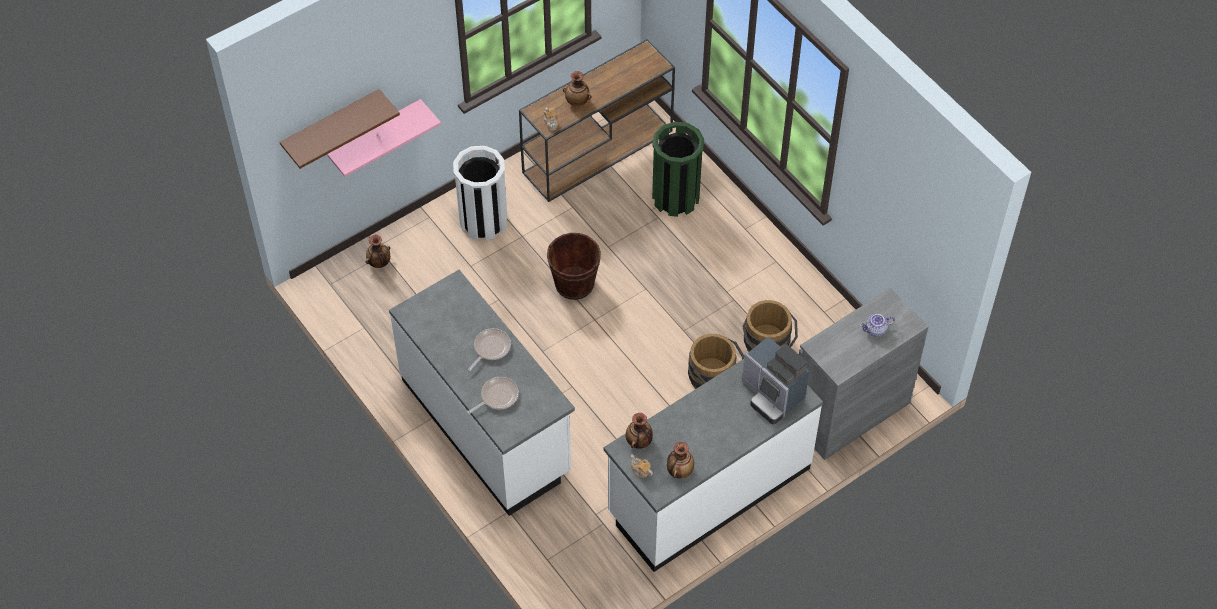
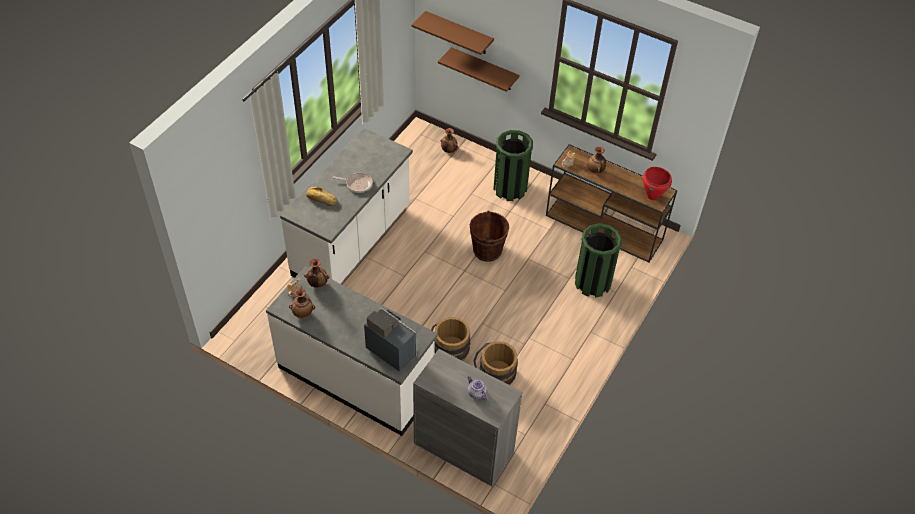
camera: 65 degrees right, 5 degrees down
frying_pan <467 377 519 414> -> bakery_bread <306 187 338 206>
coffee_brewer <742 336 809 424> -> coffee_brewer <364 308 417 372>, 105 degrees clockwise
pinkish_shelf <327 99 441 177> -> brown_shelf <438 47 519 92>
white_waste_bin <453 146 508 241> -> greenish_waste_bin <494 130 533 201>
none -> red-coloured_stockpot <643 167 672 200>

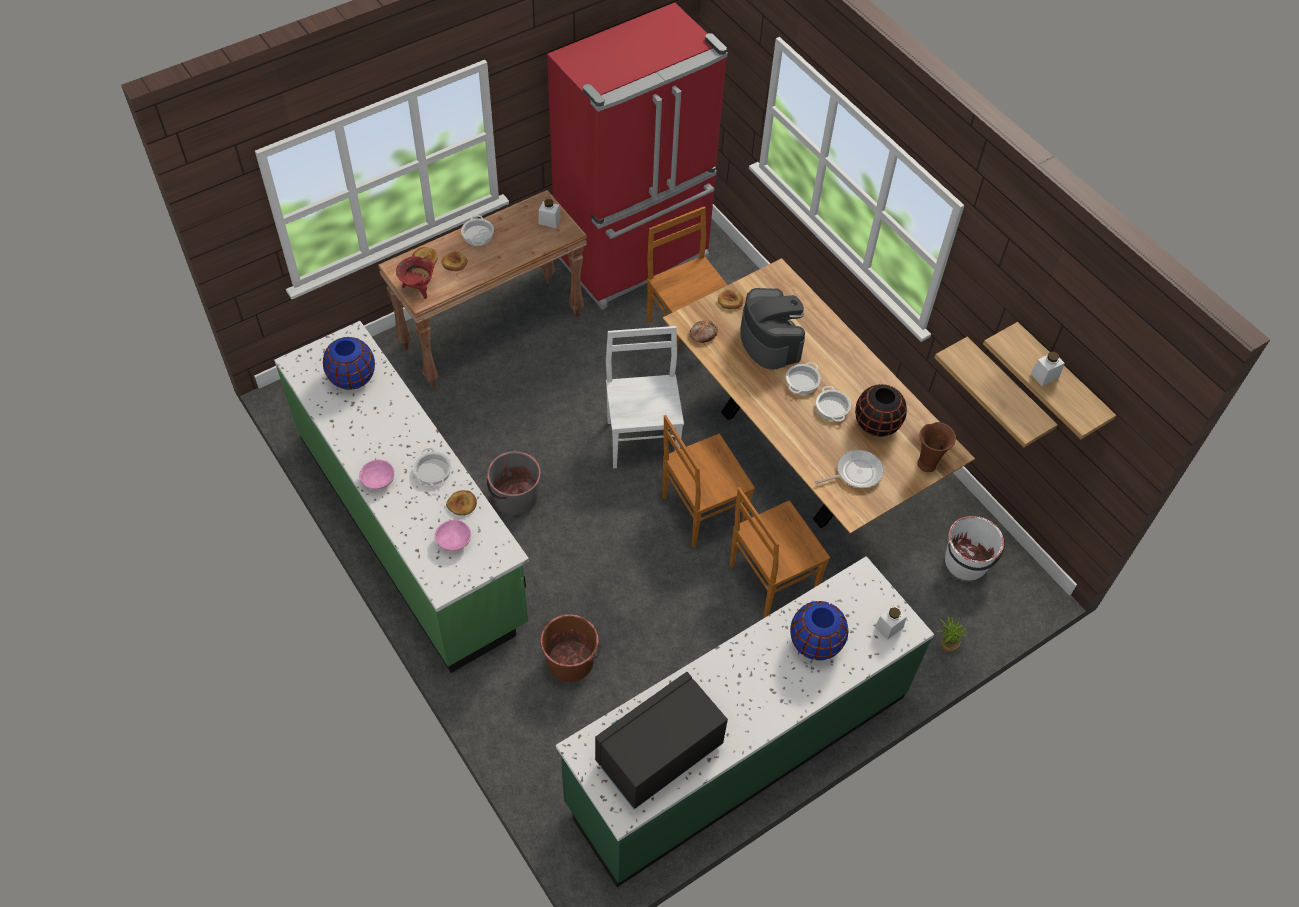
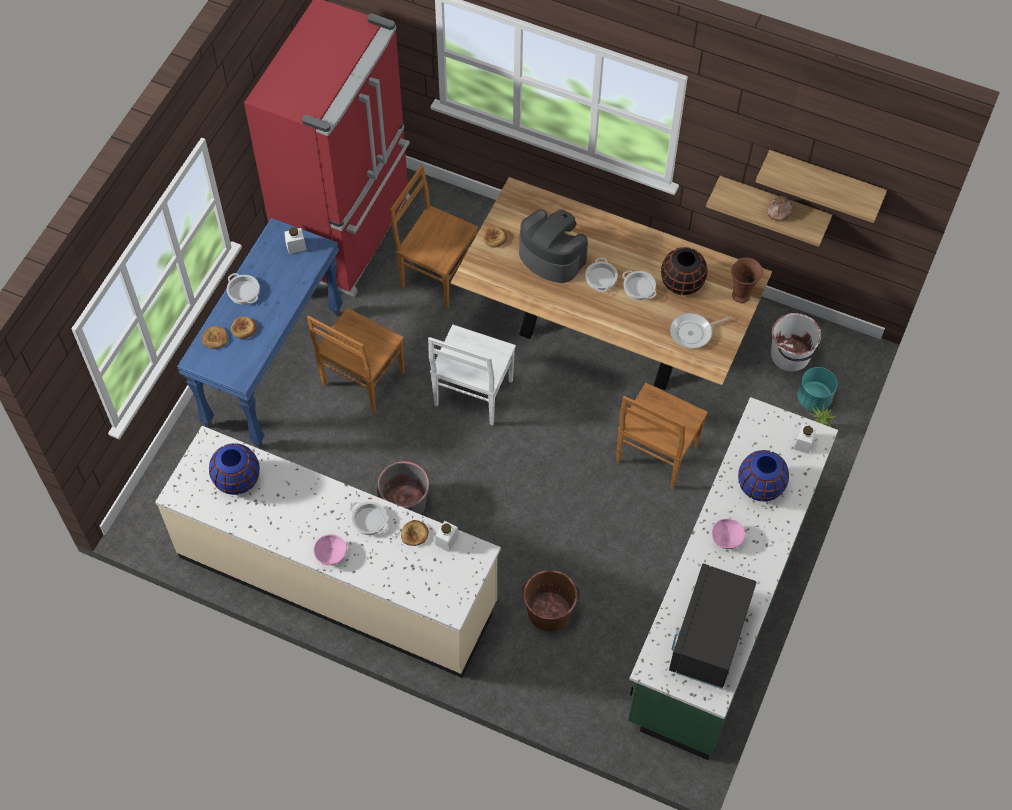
camera: 30 degrees left, 5 degrees up
greenish_kitchen_counter <274 321 529 673> -> sand-coloured_kitchen_counter <155 426 501 678>
brown_console_table <378 190 587 388> -> blue-coloured_console_table <177 218 343 449>
brown_chair <662 415 755 548> -> brown_chair <307 308 405 413>, relocated
white_chair <606 326 684 468> -> white_chair <428 324 516 425>, 120 degrees counterclockwise
white_storage_jar <1031 352 1065 386> -> white_storage_jar <435 521 459 552>, relocated
frying_pan <815 450 884 488> -> frying_pan <670 313 732 349>, 150 degrees counterclockwise
pinkish_serving_bowl <435 520 471 551> -> pinkish_serving_bowl <712 519 745 549>, relocated
bakery_bread <689 320 718 343> -> bakery_bread <768 196 793 221>, relocated
none -> turquoise_flower_pot <797 367 837 411>
red-coloured_stockpot <396 256 435 299> -> none

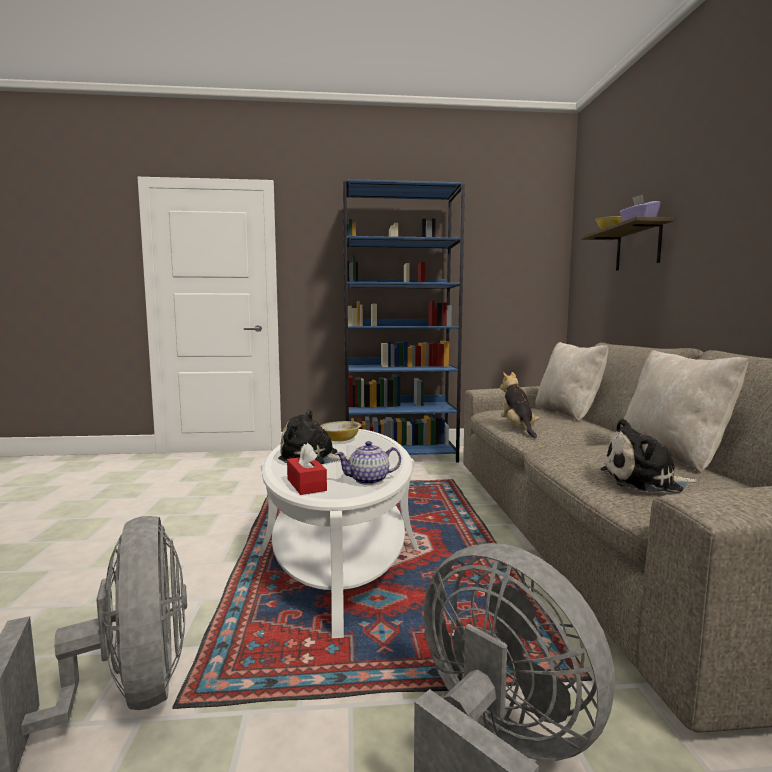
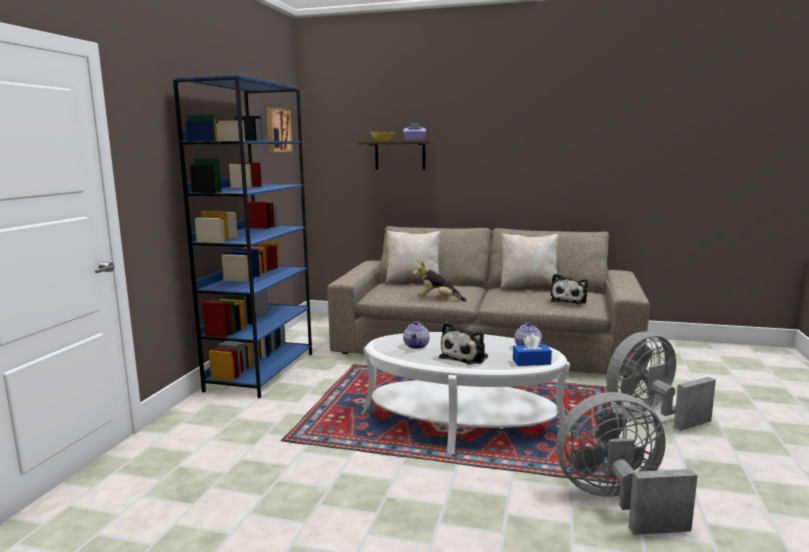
camera: 70 degrees left, 5 degrees up
none -> wall_art <266 108 293 152>
serving_bowl <320 421 362 442> -> teapot <403 321 429 349>
red-coloured_tissue_box <287 443 327 495> -> blue-coloured_tissue_box <513 334 552 366>

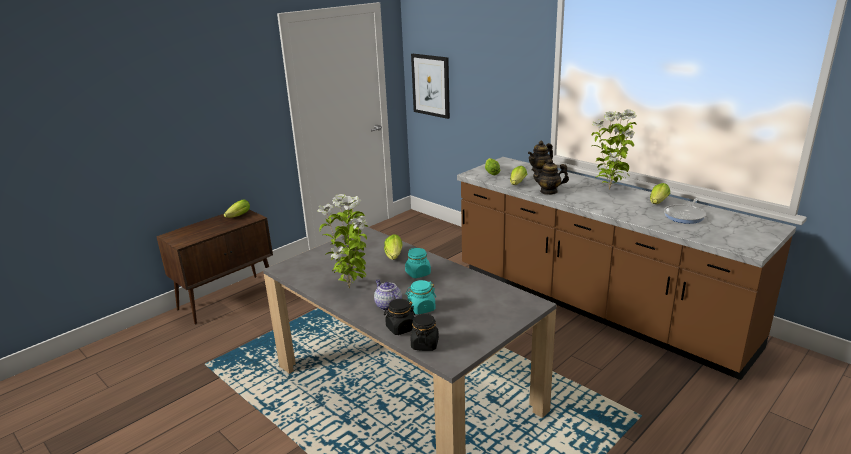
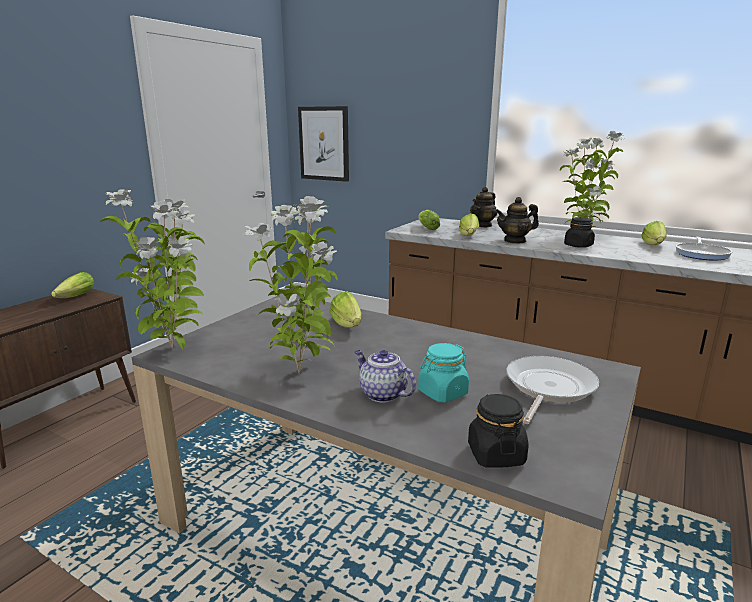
camera: 15 degrees left, 5 degrees down
none -> houseplant <100 189 205 350>
none -> frying_pan <507 356 599 424>
black-coloured_storage_jar <384 299 415 335> -> black-coloured_storage_jar <564 217 595 248>, relocated
turquoise_storage_jar <405 248 431 278> -> none

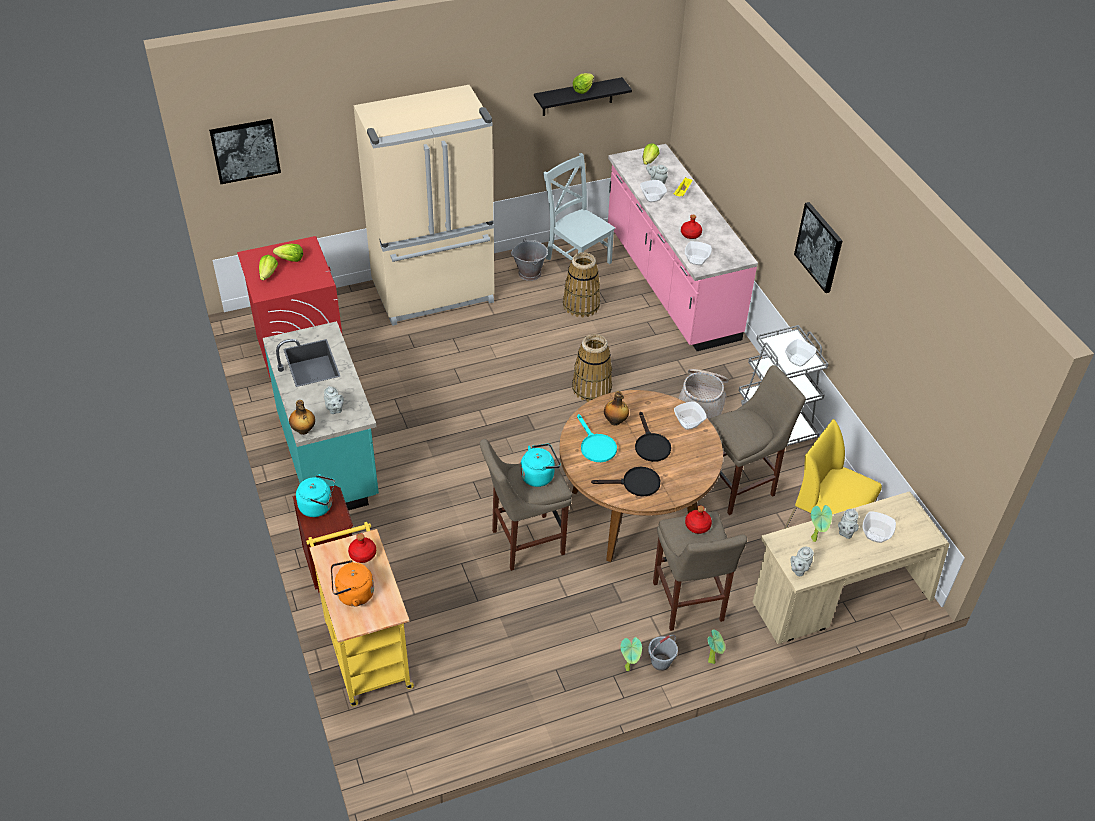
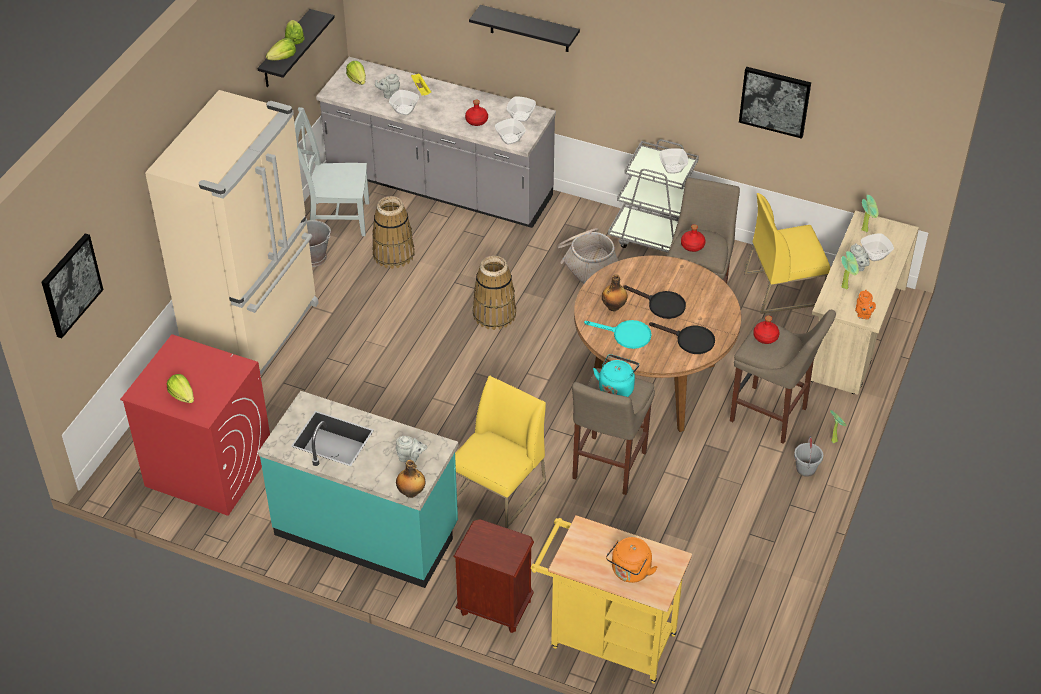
camera: 45 degrees left, 0 degrees up
lettuce_head <273 244 303 262> -> lettuce_head <266 38 296 60>, relocated
pinkish_kitchen_counter <608 144 758 351> -> gray_kitchen_counter <316 57 556 228>
none -> yellowish_chair <455 375 546 528>
none -> black-coloured_shelf <469 5 580 52>
serving_bowl <674 402 707 430> -> serving_bowl <507 96 536 122>, relocated
black-coloured_frying_pan <591 467 660 497> -> black-coloured_frying_pan <649 322 715 354>, 75 degrees clockwise
red-coloured_beverage_bottle <348 533 376 563> -> red-coloured_beverage_bottle <681 224 705 252>, relocated
wall_art <794 202 843 293> -> wall_art <739 67 811 139>, relocated
gray_teapot <790 547 814 576> -> orangey_teapot <855 290 876 320>
houseplant <620 637 642 671> -> houseplant <861 195 878 232>, relocated
turquoise_tea_kettle <296 474 335 517> -> none

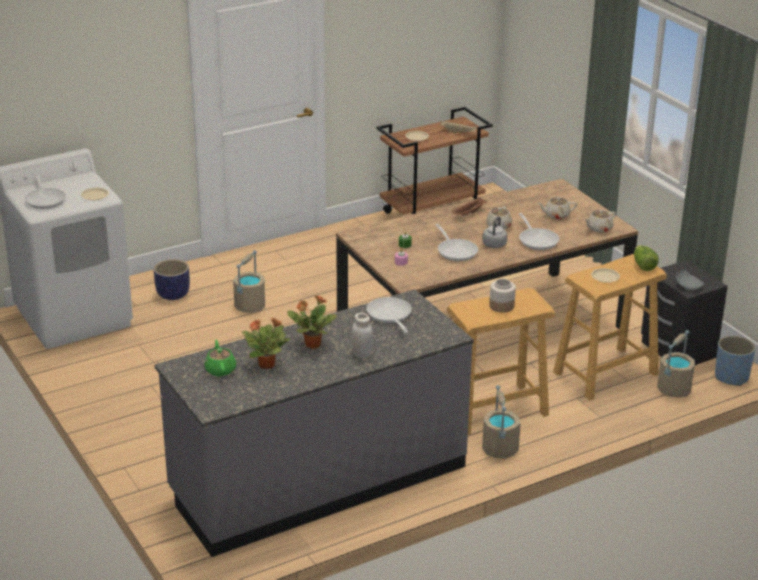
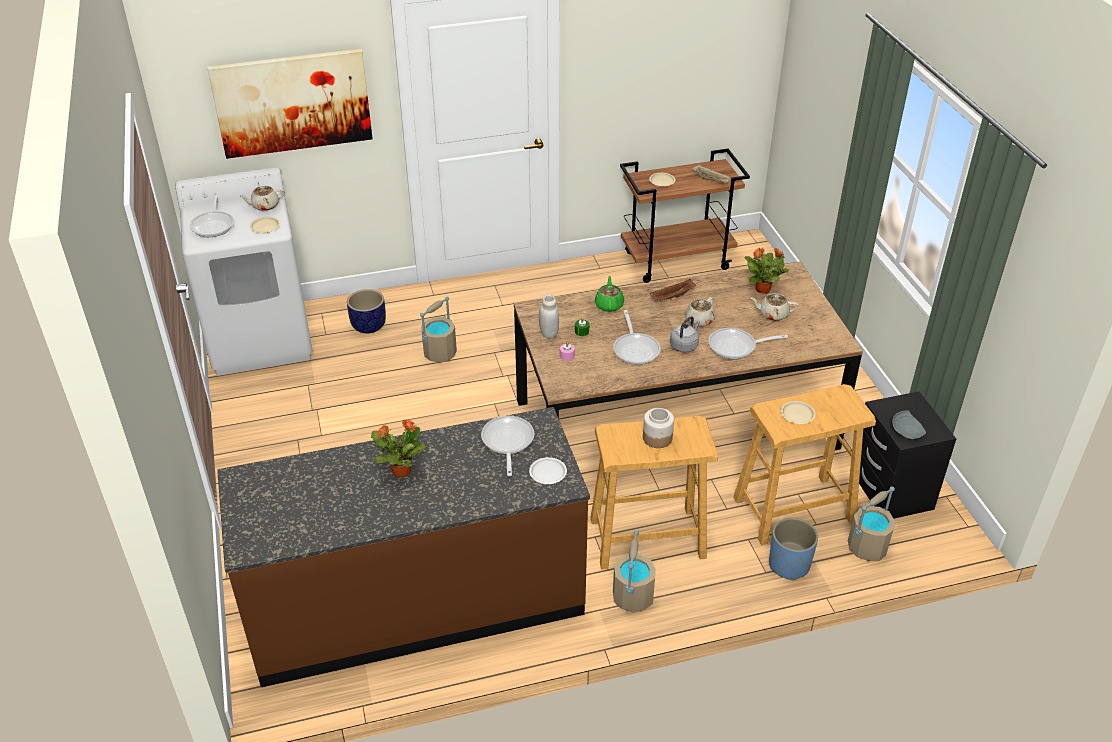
camera: 15 degrees right, 10 degrees up
none -> wall_art <207 49 373 159>
gray_kitchen_counter <155 289 474 557> -> brown_kitchen_counter <217 407 590 687>
sand-coloured_teapot <585 210 616 233> -> sand-coloured_teapot <239 186 285 211>, relocated
none -> white_flat_dish <529 457 567 484>
white_storage_jar <351 313 373 358> -> white_storage_jar <539 294 559 339>, relocated
greenish_teapot <204 340 236 376> -> greenish_teapot <595 276 624 312>, relocated
frying_pan <519 213 559 250> -> frying_pan <708 328 788 359>, 90 degrees clockwise
houseplant <241 318 290 369> -> houseplant <744 248 789 294>, relocated
blue-coloured_flower_pot <715 336 756 386> -> blue-coloured_flower_pot <769 517 818 580>, relocated
lettuce_head <634 245 659 271> -> none

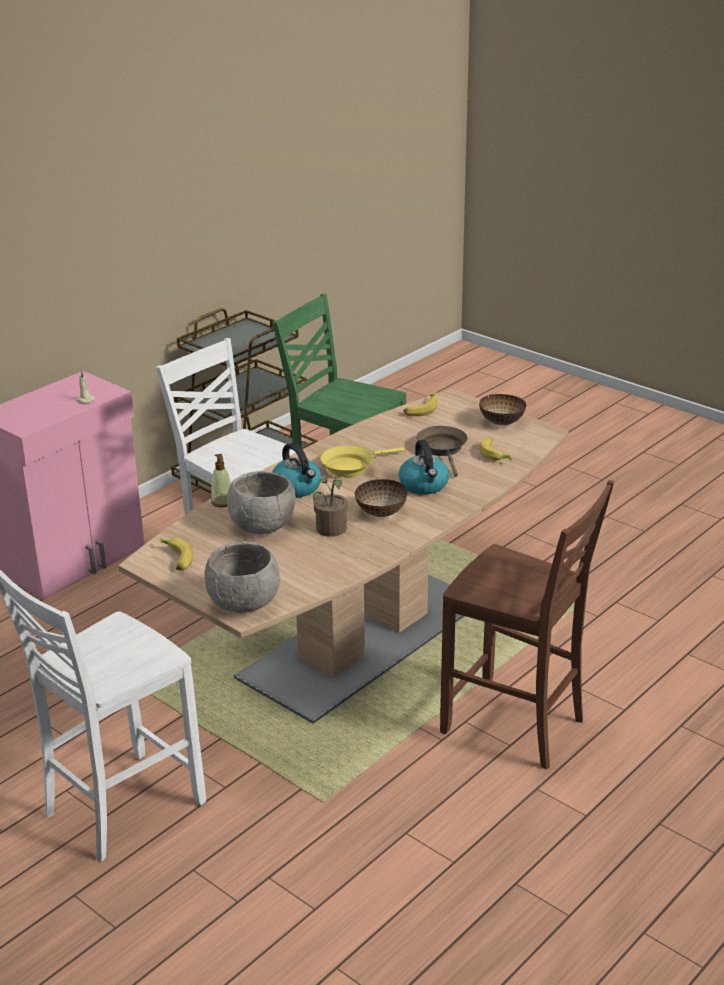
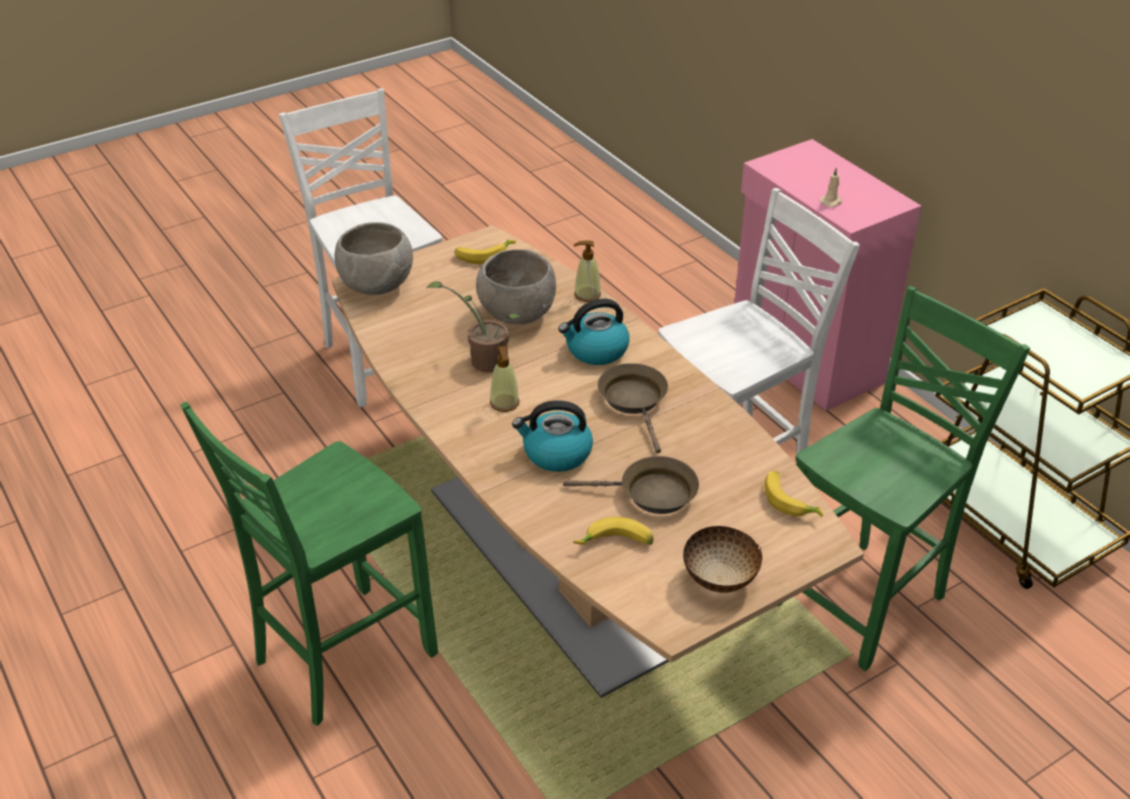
camera: 105 degrees right, 10 degrees up
brown_chair <440 480 614 769> -> greenish_chair <180 402 438 726>
serving_bowl <355 479 407 517> -> soap_bottle <490 346 519 412>
yellowish_frying_pan <320 446 405 477> -> brown_frying_pan <598 363 668 453>

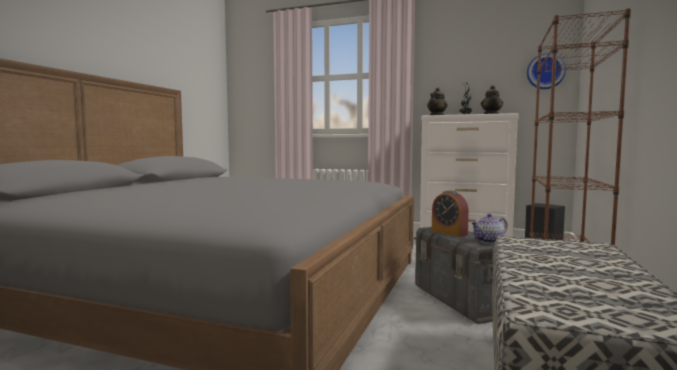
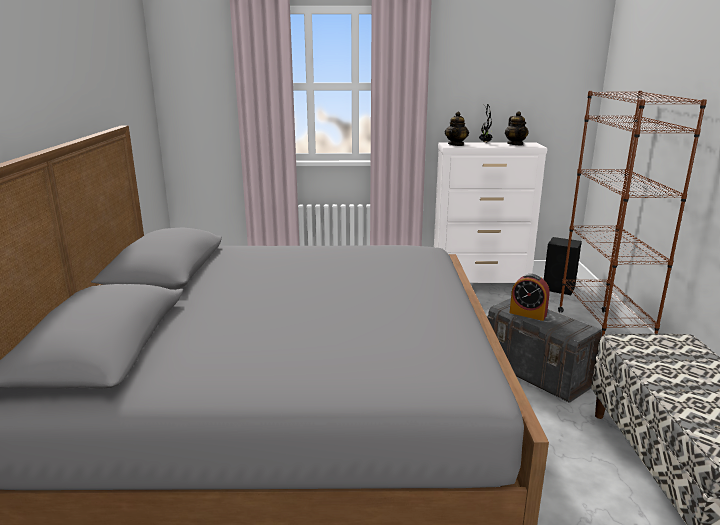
camera: 20 degrees left, 15 degrees up
teapot <471 214 508 244> -> none
wall_clock <527 53 566 89> -> none

